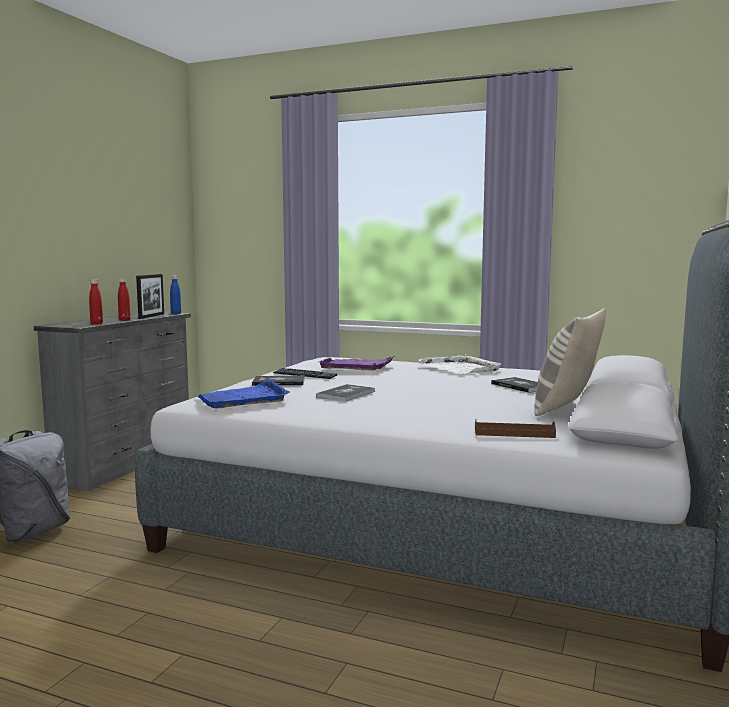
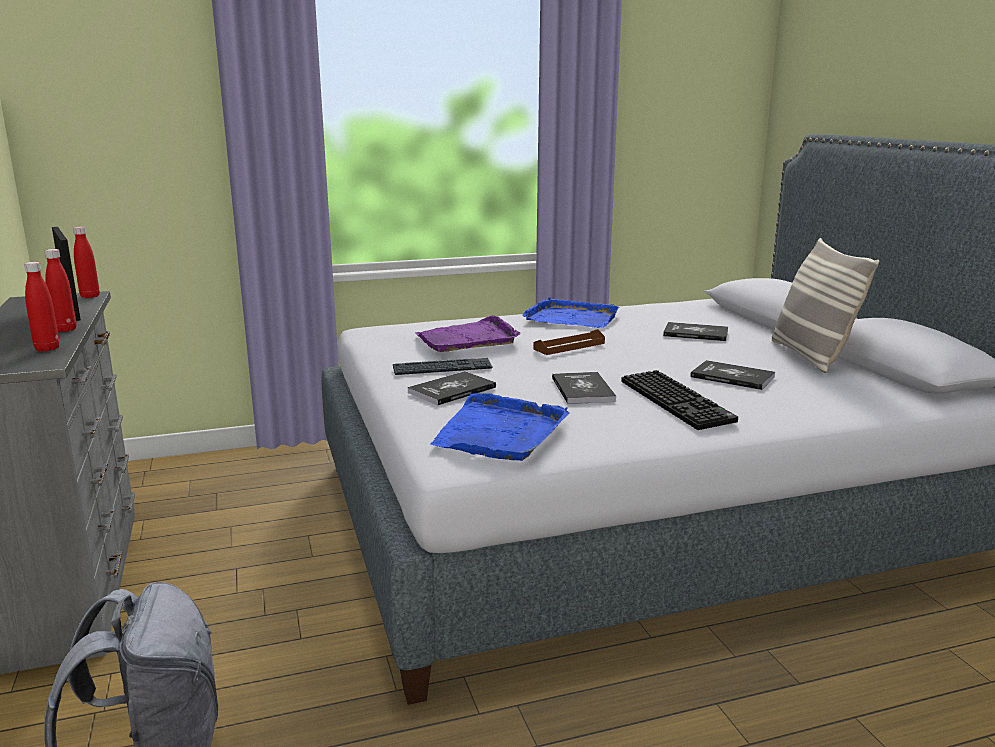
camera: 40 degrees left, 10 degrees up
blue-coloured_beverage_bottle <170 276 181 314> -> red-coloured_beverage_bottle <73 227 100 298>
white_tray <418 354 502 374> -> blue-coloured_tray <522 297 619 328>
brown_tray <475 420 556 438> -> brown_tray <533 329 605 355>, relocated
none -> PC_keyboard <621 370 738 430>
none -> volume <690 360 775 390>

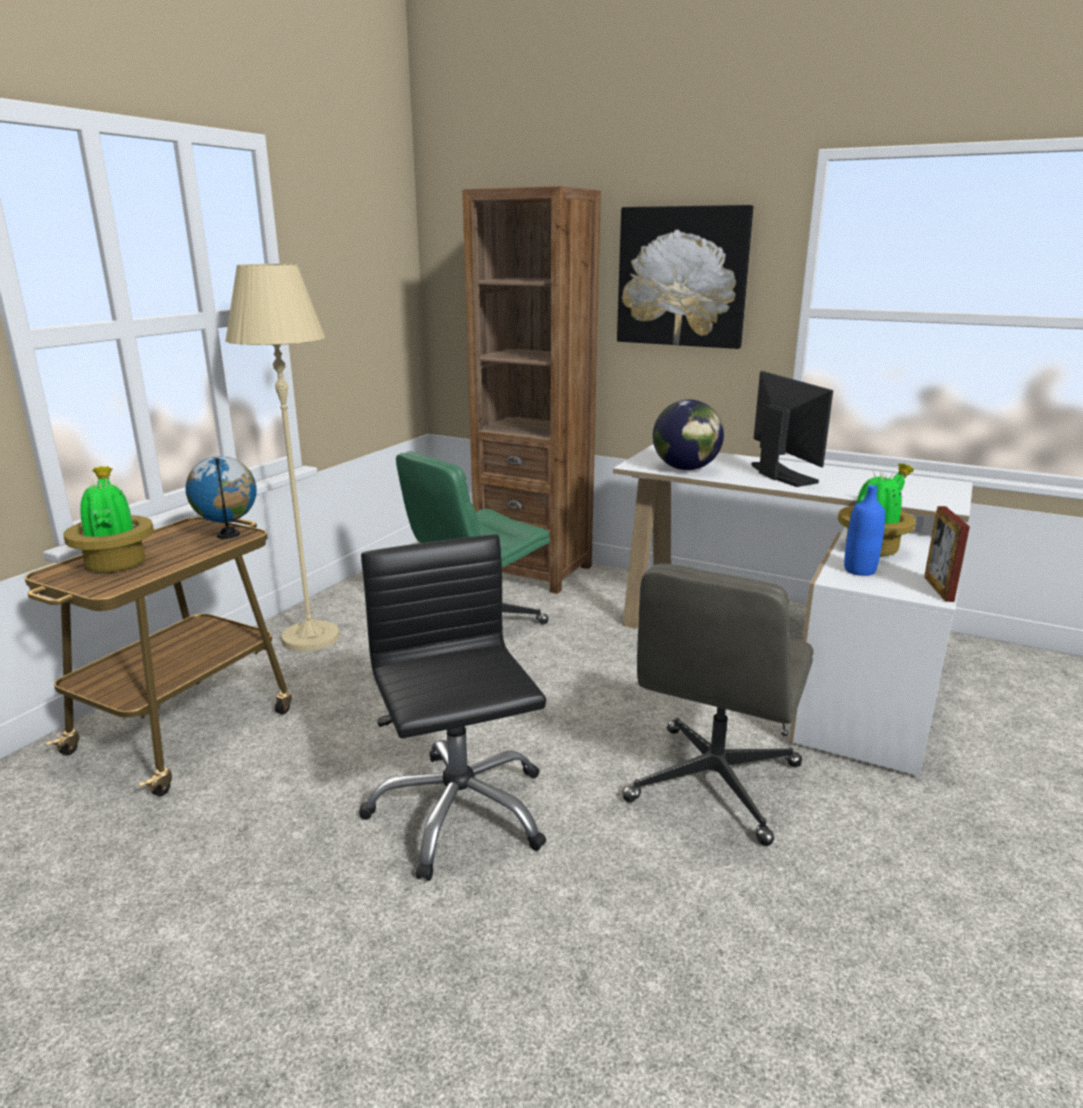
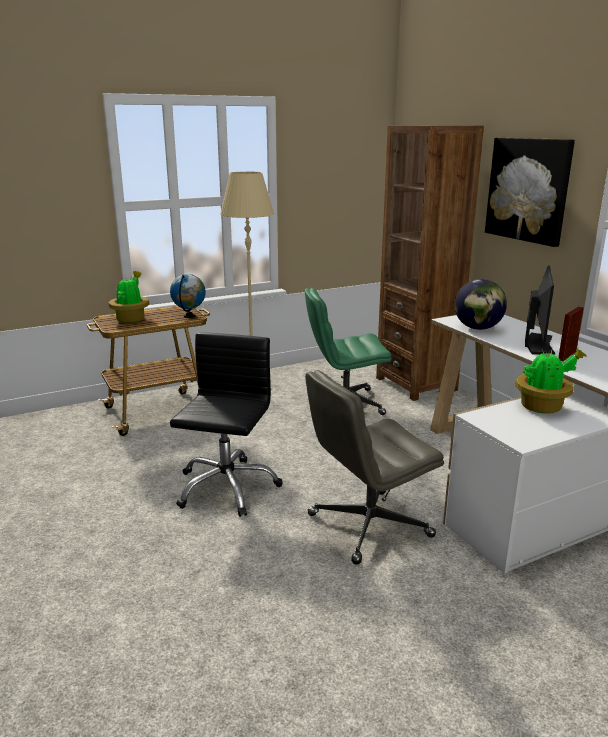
camera: 35 degrees right, 0 degrees up
standing_frame <924 506 970 602> -> standing_frame <558 307 584 362>, relocated
blue-coloured_beverage_bottle <844 485 885 576> -> none

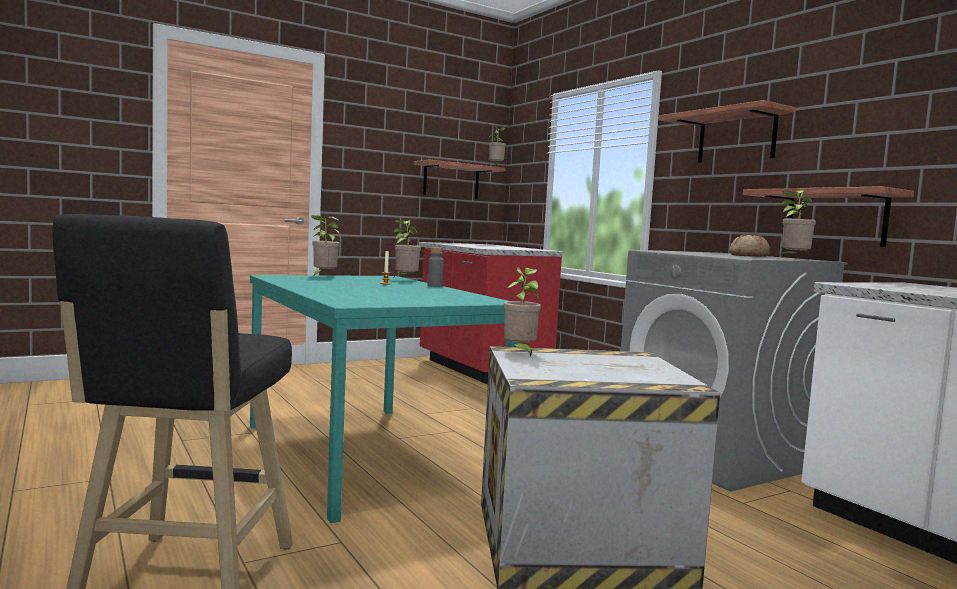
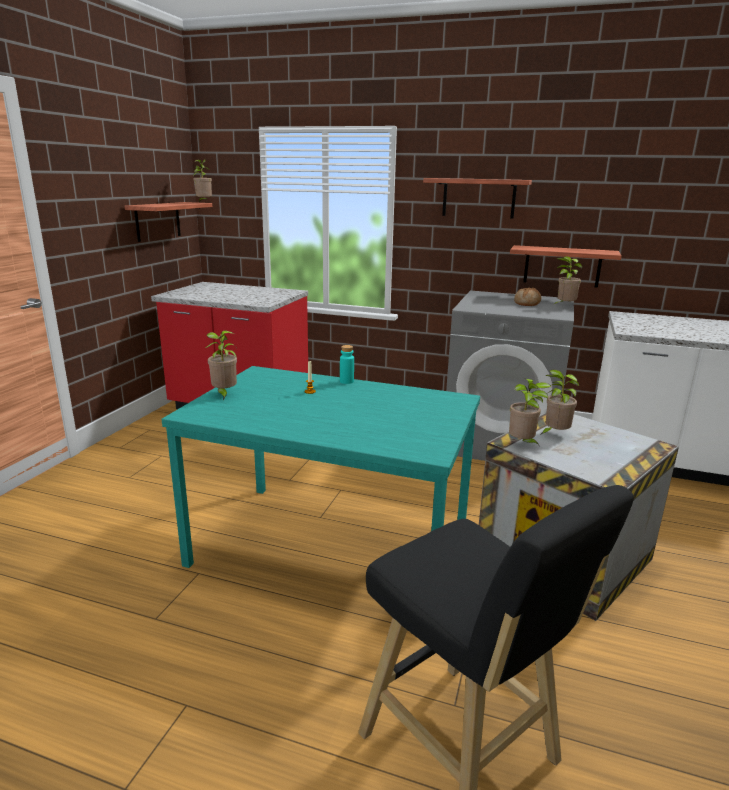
camera: 40 degrees left, 15 degrees up
gray_beverage_bottle <427 247 444 287> -> turquoise_beverage_bottle <340 345 354 384>
houseplant <394 220 421 277> -> houseplant <540 370 579 435>, relocated

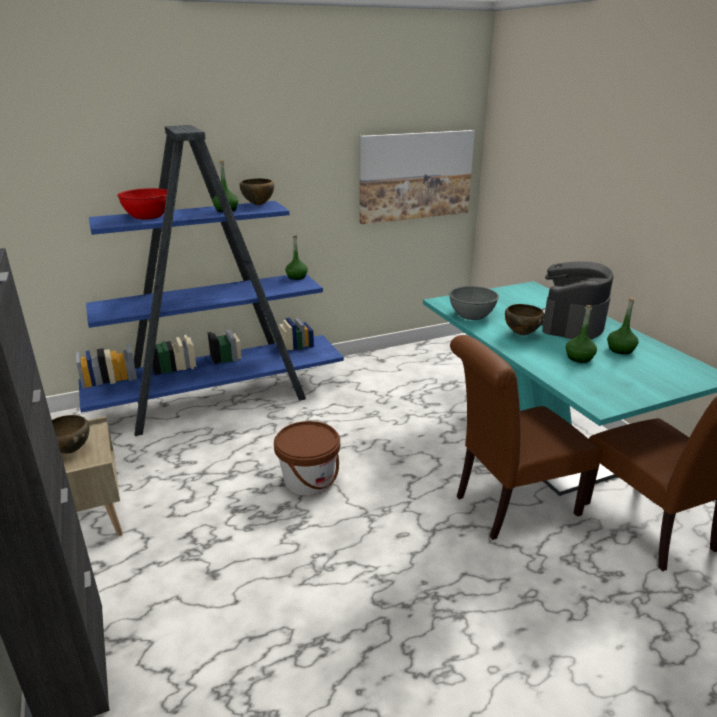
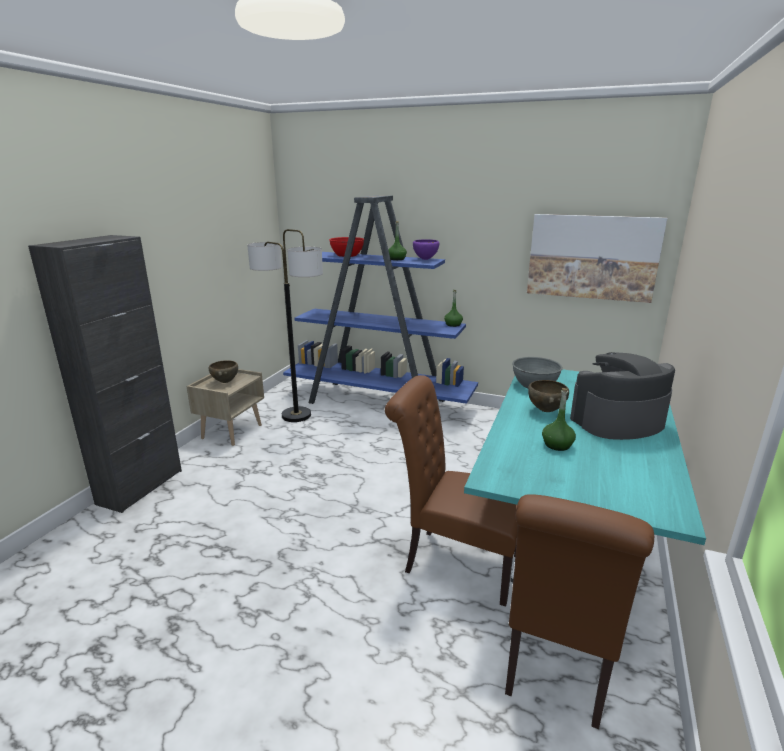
camera: 45 degrees right, 5 degrees down
none -> standard_lamp <247 229 323 422>
brown_serving_bowl <240 178 274 205> -> purple_serving_bowl <413 239 439 260>
brown_pail <274 421 340 495> -> none
greenish_beverage_bottle <607 297 639 354> -> none

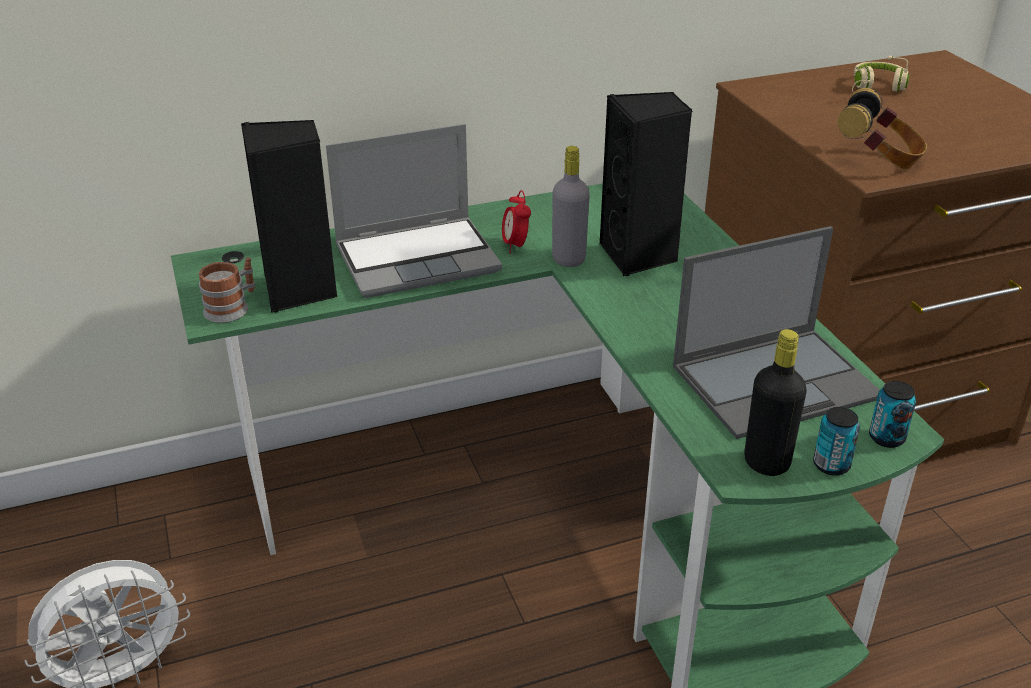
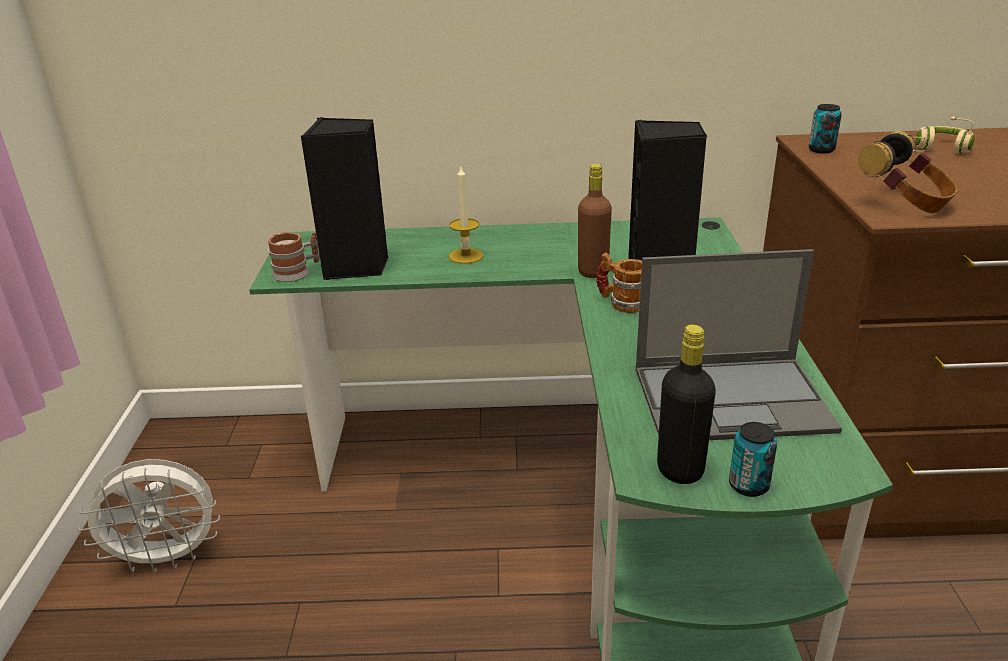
camera: 20 degrees right, 5 degrees down
portable_computer <326 124 502 298> -> wax_candle <449 167 484 264>
gray_beverage_bottle <552 146 590 267> -> brown_beverage_bottle <578 164 612 278>
none -> coffee_mug <596 253 642 313>
metal_can <869 381 916 448> -> metal_can <809 104 842 154>, relocated
alarm_clock <502 190 531 253> -> none

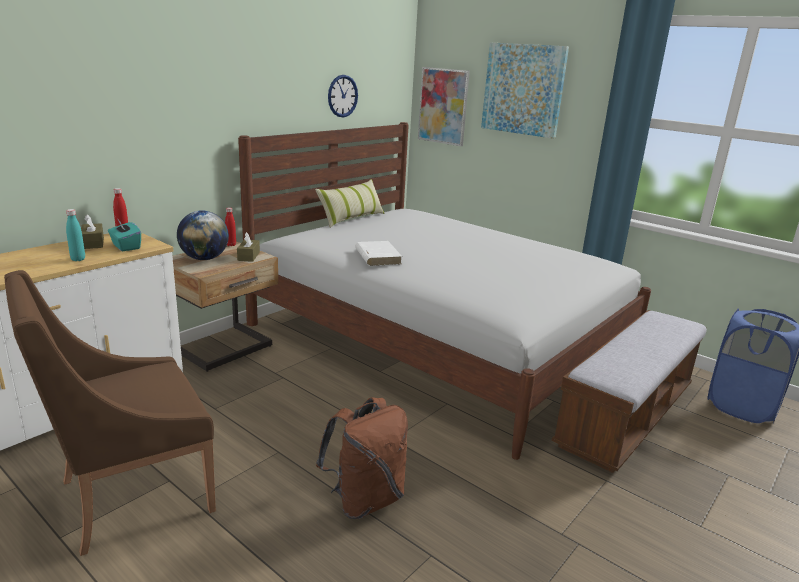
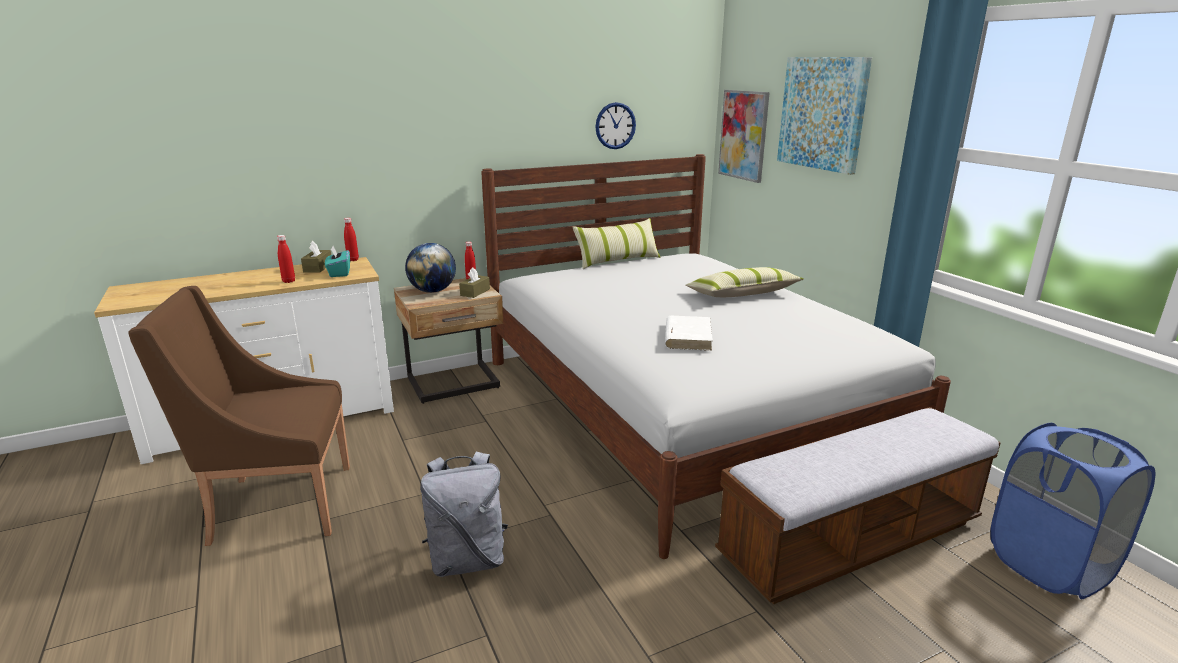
camera: 25 degrees right, 0 degrees up
turquoise_beverage_bottle <66 209 85 261> -> red-coloured_beverage_bottle <277 235 295 283>
brown_knapsack <316 397 408 519> -> gray_knapsack <420 451 508 577>
white_volume <355 241 402 266> -> white_volume <665 316 713 351>, relocated
none -> cushion <685 267 804 297>

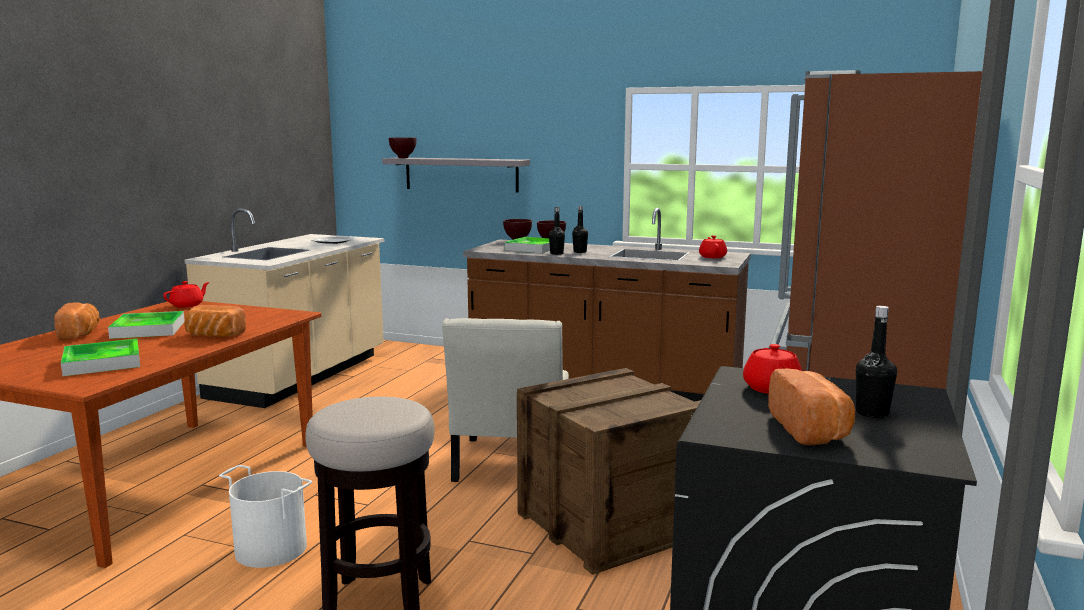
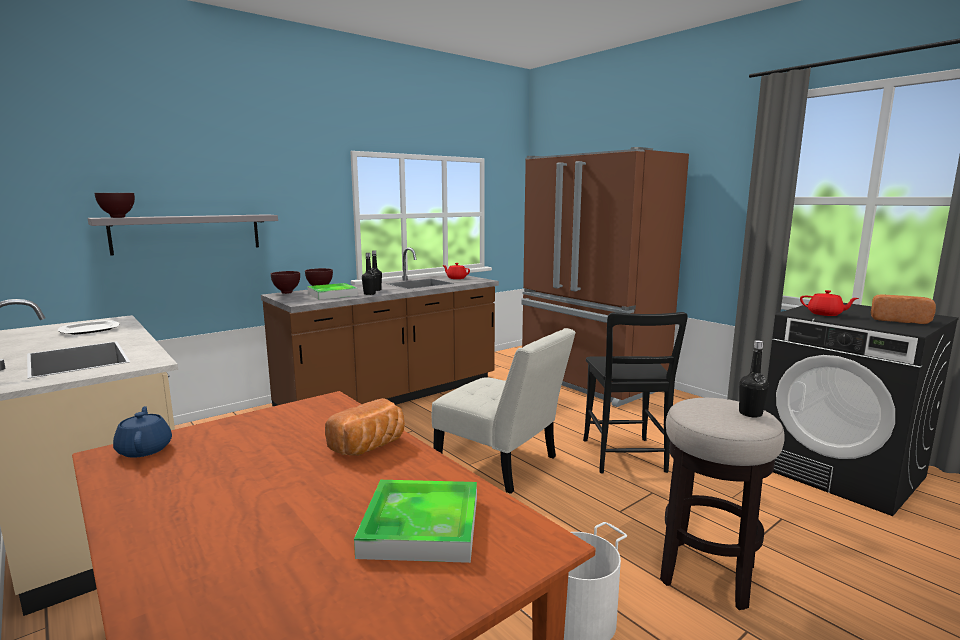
camera: 60 degrees left, 0 degrees up
red-coloured_teapot <163 281 209 308> -> blue-coloured_teapot <113 406 172 458>
packing_crate <517 368 701 575> -> black-coloured_chair <583 312 688 473>
black-coloured_beverage_bottle <856 306 897 418> -> black-coloured_beverage_bottle <739 340 769 418>, relocated
bakery_bread <54 303 100 340> -> none
tray <108 311 185 339> -> none

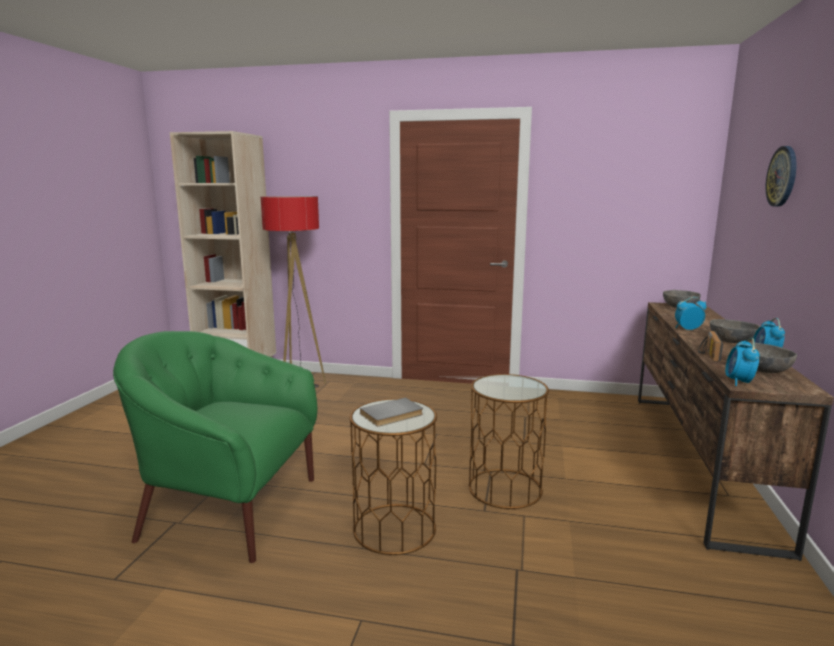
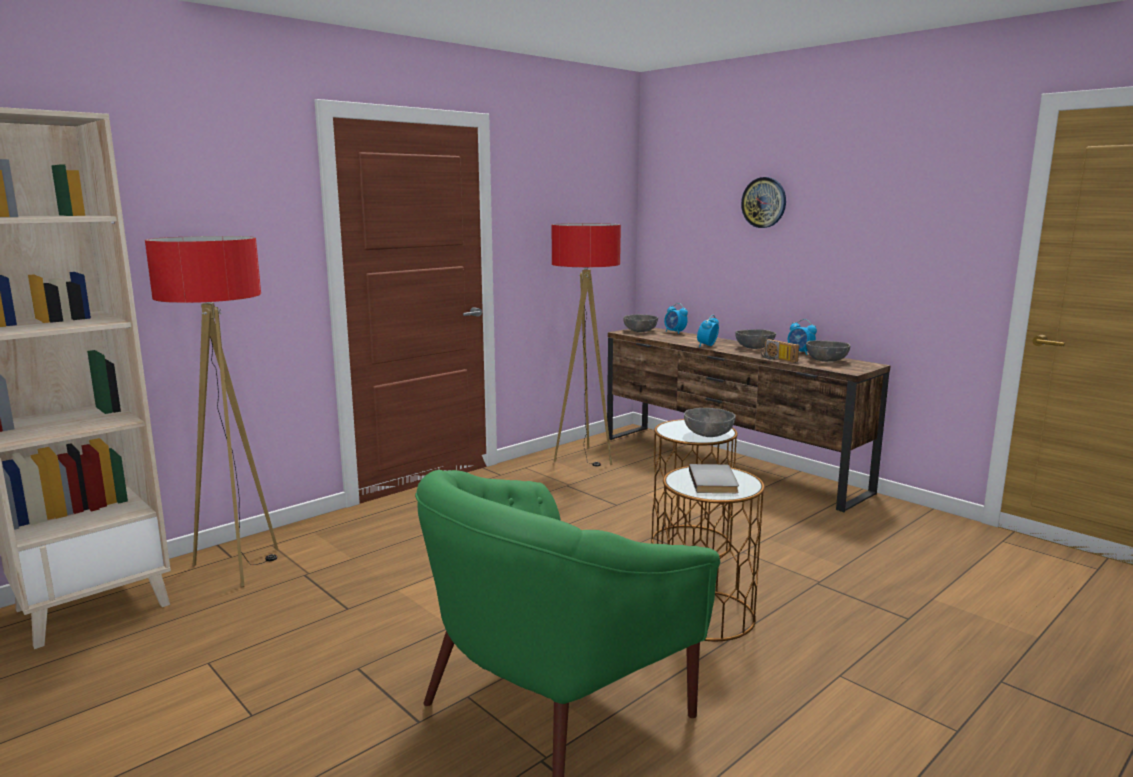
camera: 55 degrees left, 0 degrees up
none -> standard_lamp <552 223 621 466>
alarm_clock <725 338 760 386> -> alarm_clock <664 303 688 334>, relocated
none -> gray_serving_bowl <684 408 736 437>

